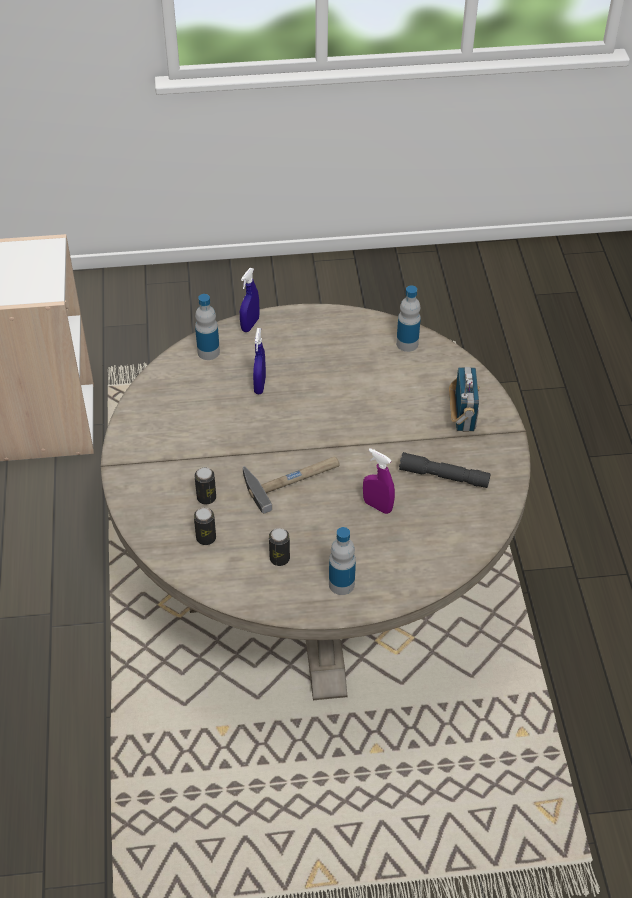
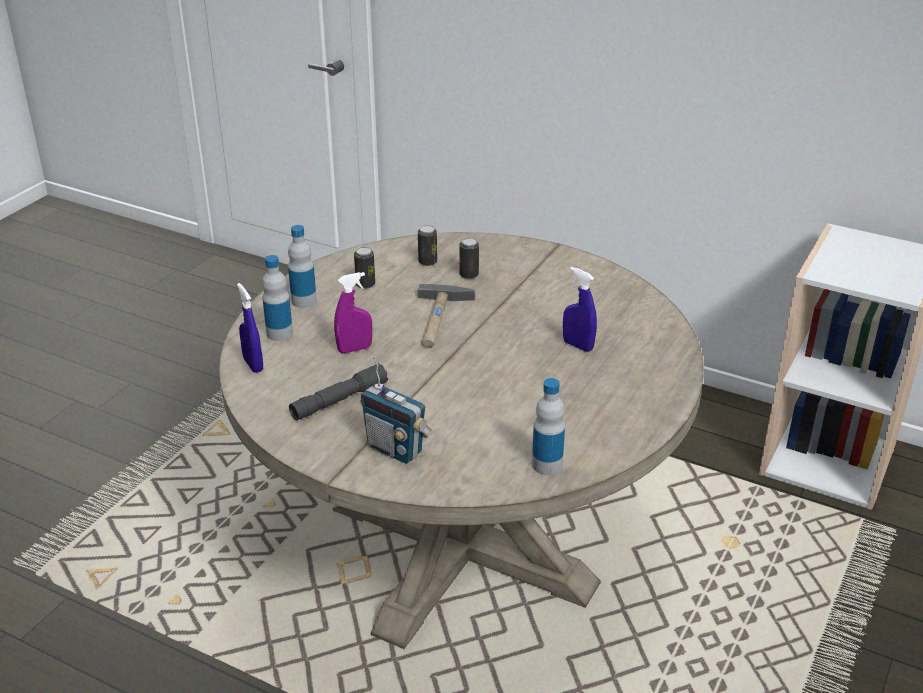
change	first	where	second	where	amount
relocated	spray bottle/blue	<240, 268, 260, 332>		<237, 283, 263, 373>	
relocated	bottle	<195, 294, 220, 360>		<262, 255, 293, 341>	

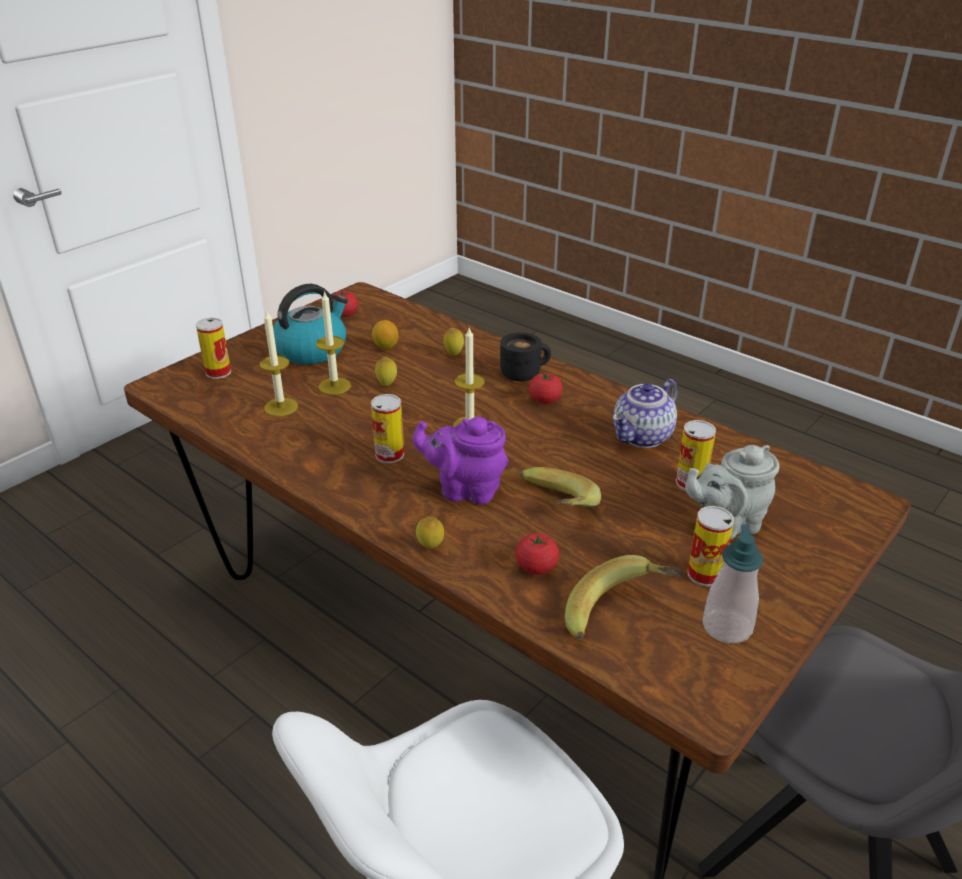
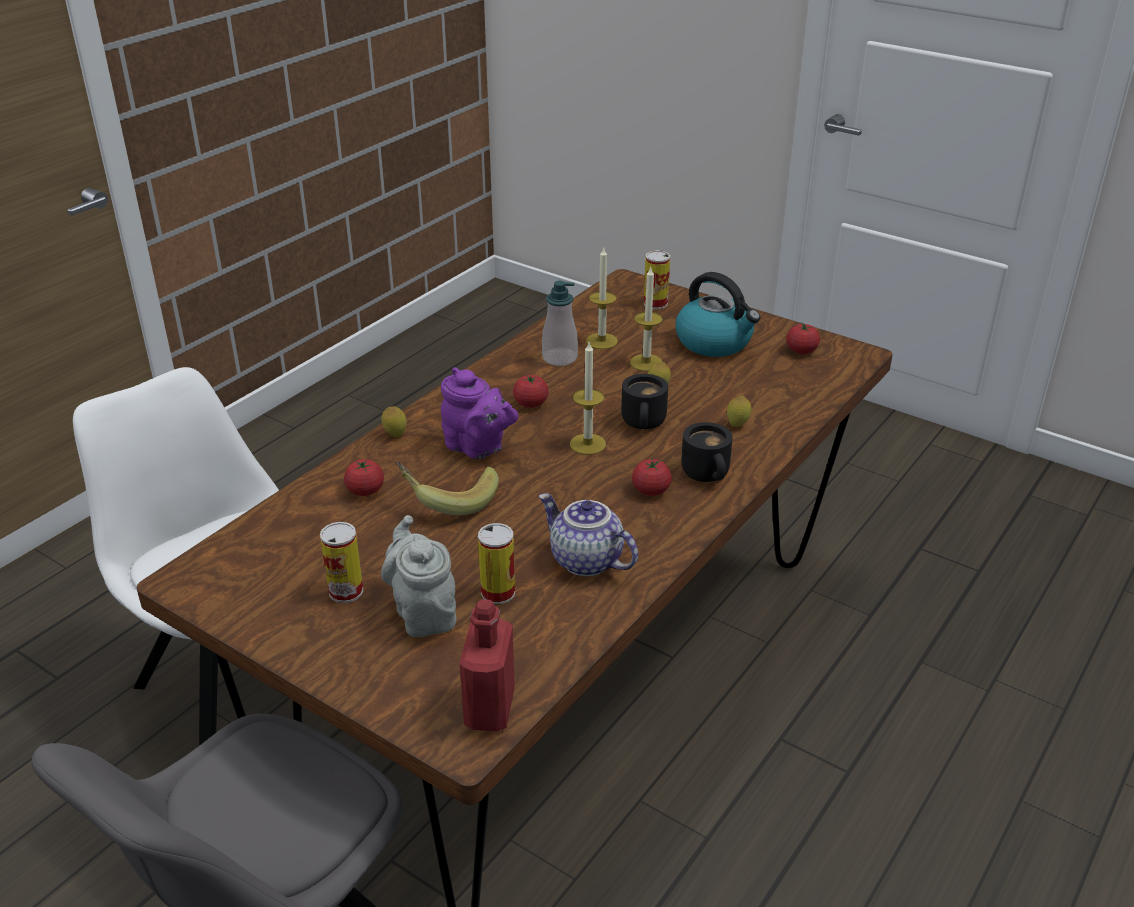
change	first	where	second	where	amount
missing	lemon	<372, 320, 398, 349>			
exchanged	can	<371, 394, 404, 464>	tomato	<513, 375, 549, 408>	
spun	teapot/purple	<412, 417, 508, 505>		<441, 367, 518, 459>	120 degrees clockwise
relocated	soap dispenser	<702, 524, 763, 643>		<542, 281, 578, 366>	
missing	banana	<565, 555, 683, 640>			
appeared			mug/black	<621, 374, 668, 429>	
appeared			bottle/red	<460, 599, 515, 732>	

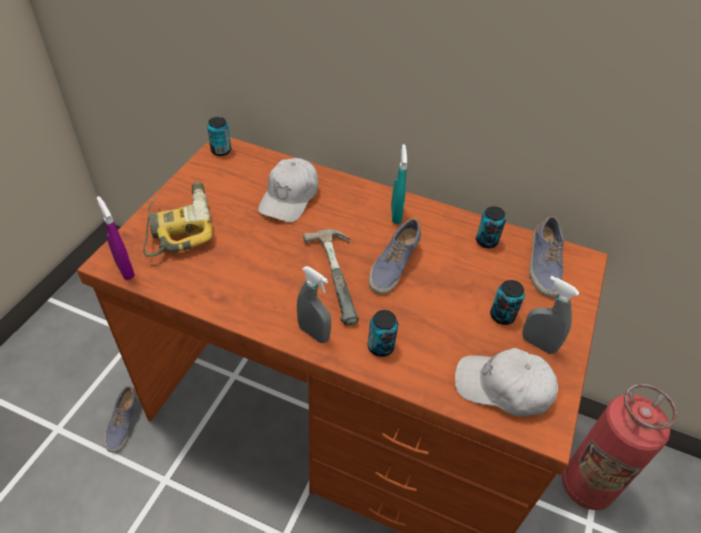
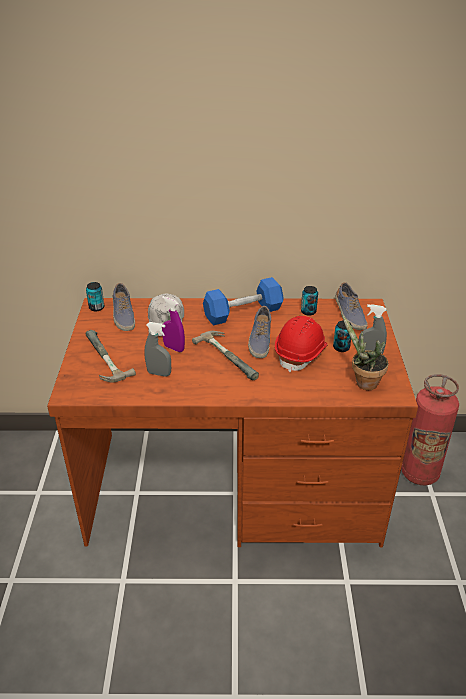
change	first	where	second	where	amount
exchanged	spray bottle/turquoise	<391, 144, 407, 224>	dumbbell/blue	<203, 277, 284, 325>	
exchanged	power drill	<143, 182, 213, 257>	hammer	<85, 330, 136, 383>	
relocated	spray bottle/purple	<97, 196, 135, 280>		<162, 296, 185, 352>	
relocated	spray bottle/grey	<297, 266, 331, 343>		<144, 322, 171, 377>	
missing	can	<368, 310, 398, 357>			
exchanged	cap/white	<455, 348, 558, 417>	potted plant	<342, 314, 388, 390>	
relocated	shoe	<105, 386, 139, 453>		<113, 283, 135, 331>	
appeared			hard hat/red	<275, 316, 327, 373>	

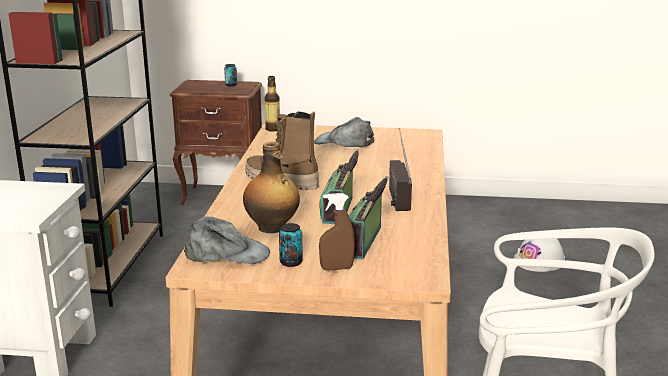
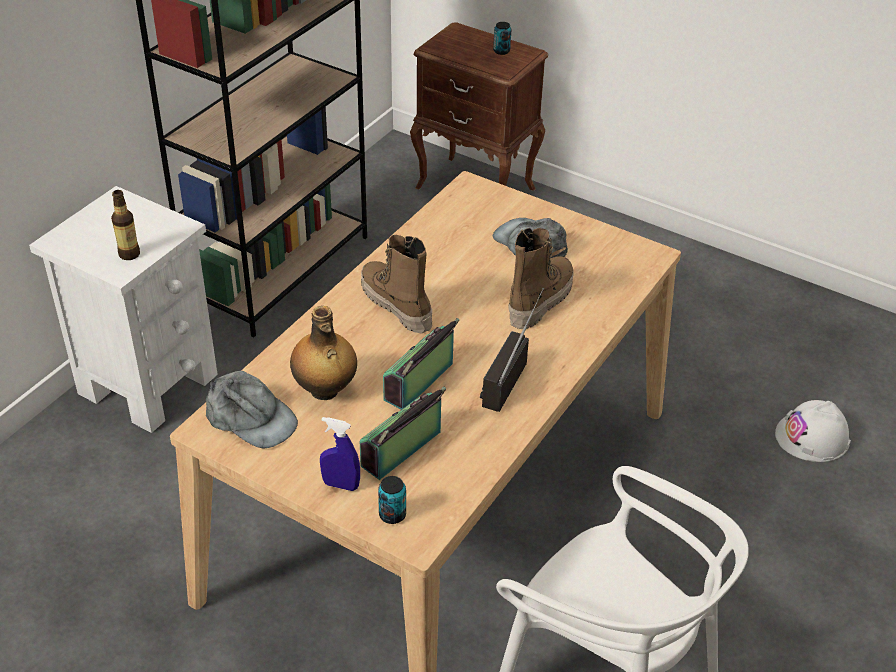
change	first	where	second	where	amount
relocated	bottle	<265, 76, 280, 132>		<111, 190, 140, 260>	
colour	spray bottle/brown	<319, 193, 355, 270>	spray bottle/blue	<320, 417, 360, 491>	
relocated	can	<279, 223, 303, 267>		<378, 476, 406, 524>	
appeared			boot	<509, 228, 573, 329>	

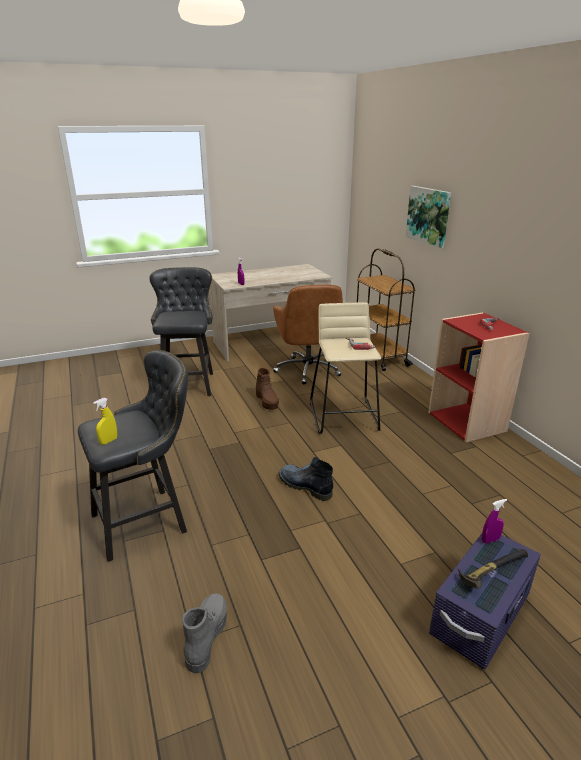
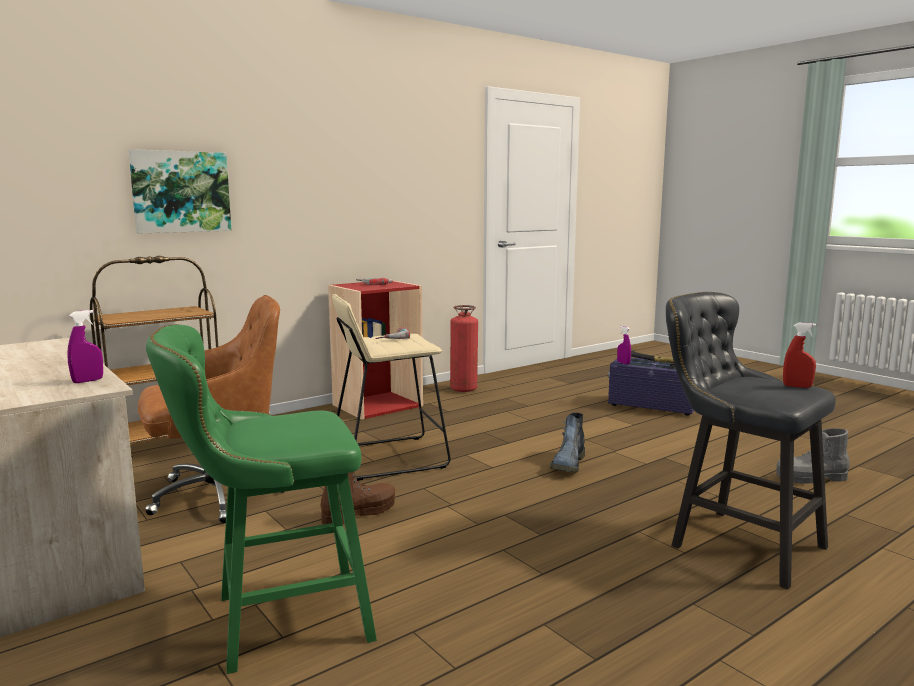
change	first	where	second	where	amount
colour	stool/grey	<149, 267, 213, 396>	stool/green	<146, 324, 377, 674>	
colour	spray bottle/yellow	<93, 398, 117, 445>	spray bottle/red	<783, 323, 816, 388>	
appeared			fire extinguisher	<450, 305, 478, 392>	

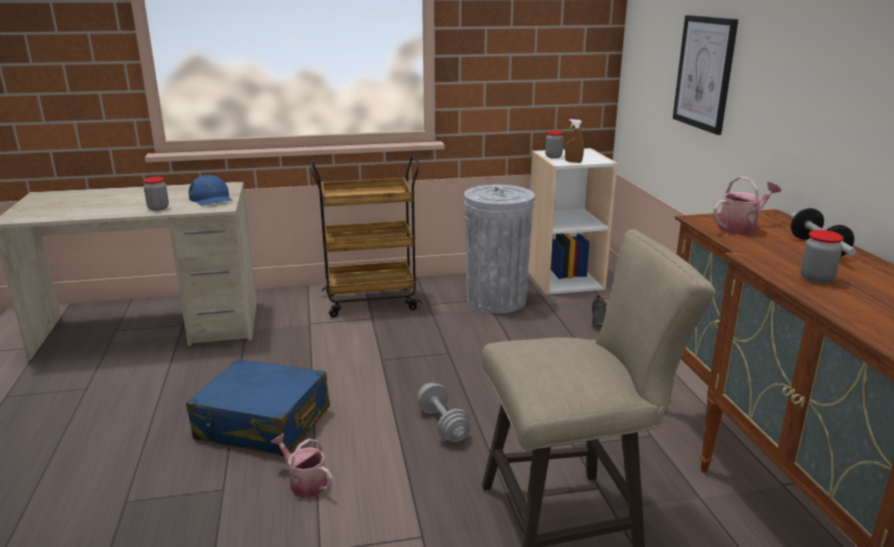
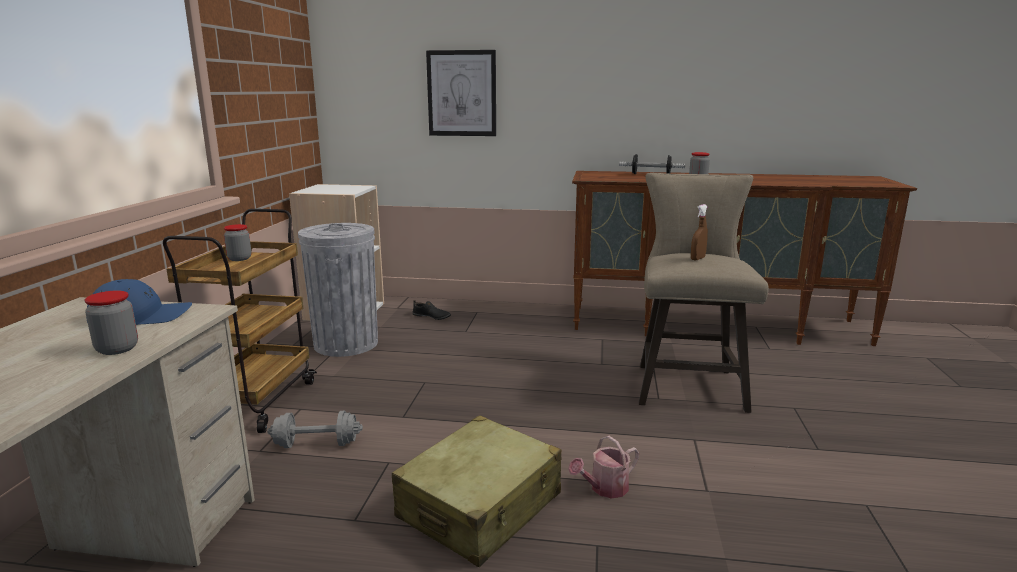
change	first	where	second	where	amount
relocated	spray bottle/brown	<565, 119, 584, 163>		<691, 204, 708, 260>	
relocated	jar	<545, 131, 564, 158>		<224, 224, 251, 261>	
missing	watering can	<713, 176, 781, 235>			
colour	suitcase/blue	<186, 359, 330, 456>	suitcase/beige	<392, 415, 561, 567>	
relocated	dumbbell/grey	<418, 383, 470, 442>		<267, 411, 363, 448>	

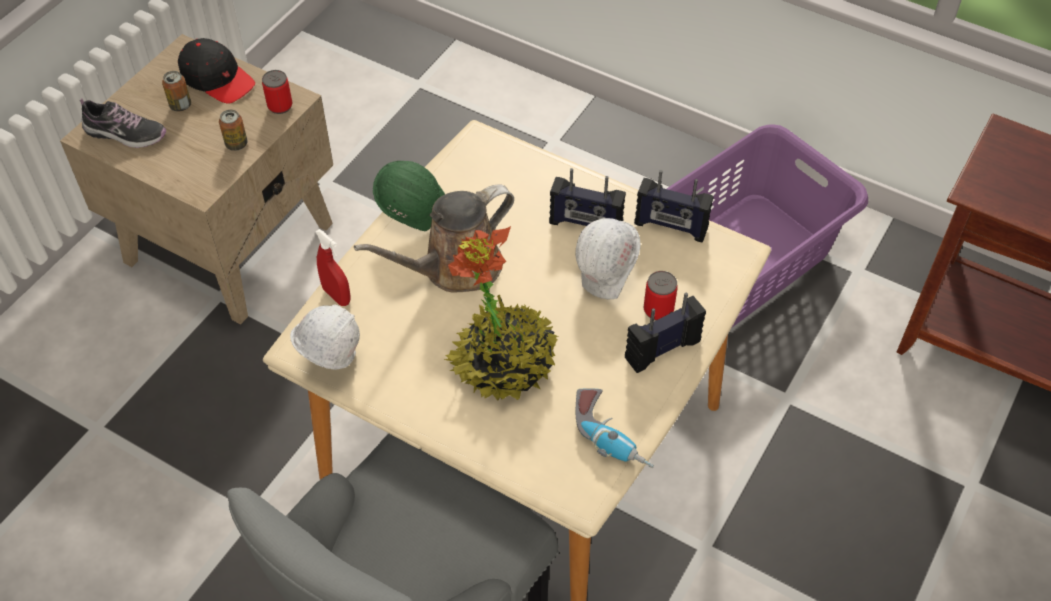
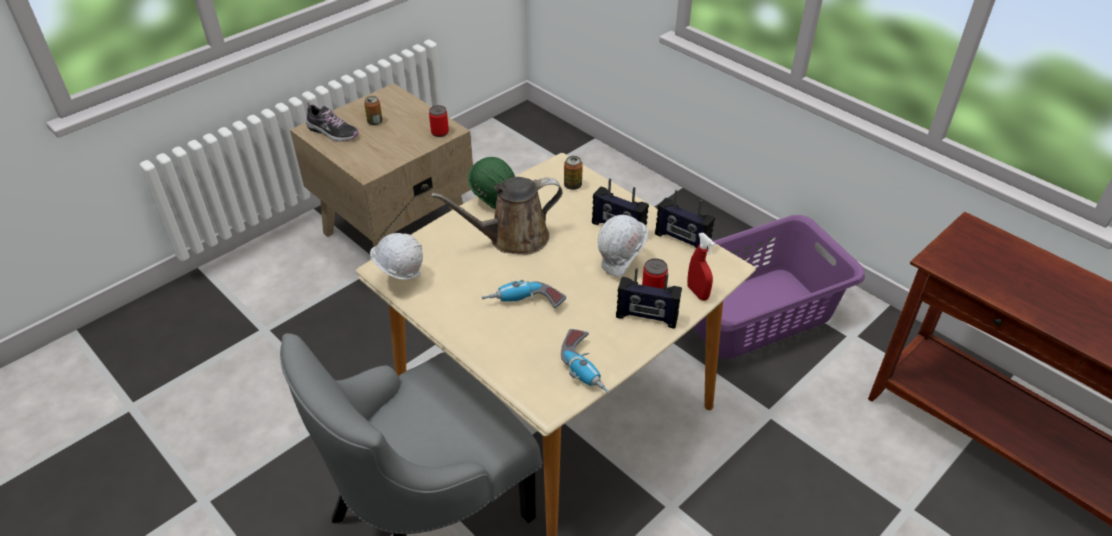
change	first	where	second	where	amount
missing	cap/black	<178, 38, 255, 104>			
relocated	can	<219, 109, 247, 151>		<564, 156, 583, 190>	
exchanged	potted plant	<444, 226, 559, 401>	power drill	<482, 280, 566, 308>	
relocated	spray bottle/red	<315, 229, 351, 306>		<687, 233, 715, 301>	
spun	radio	<625, 292, 706, 373>		<616, 268, 682, 329>	150 degrees counterclockwise

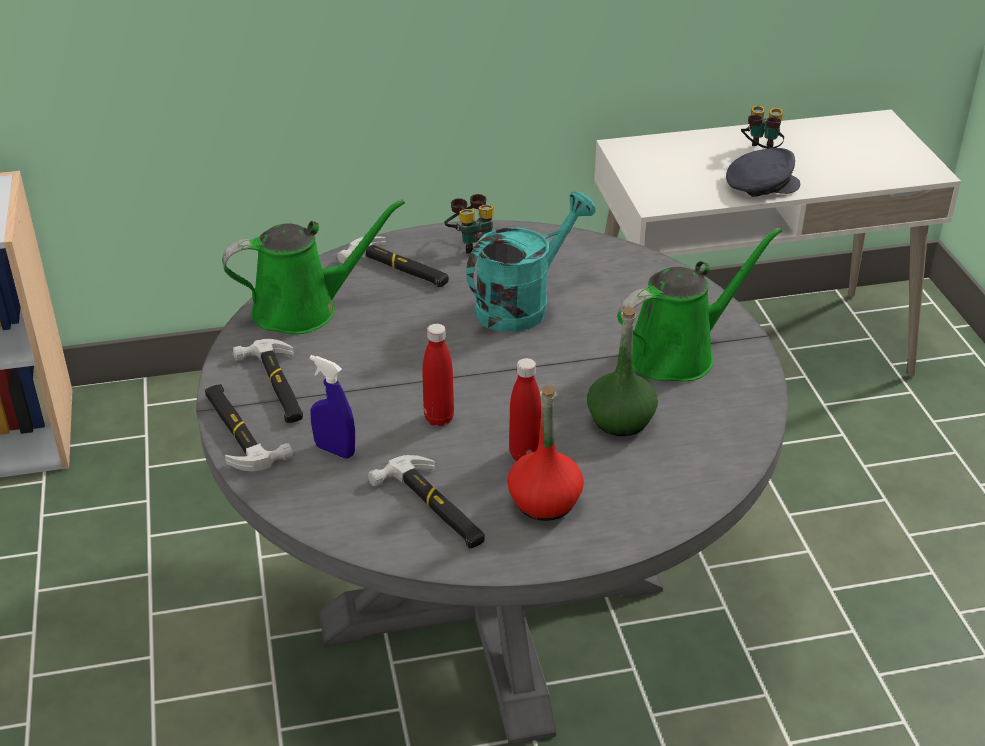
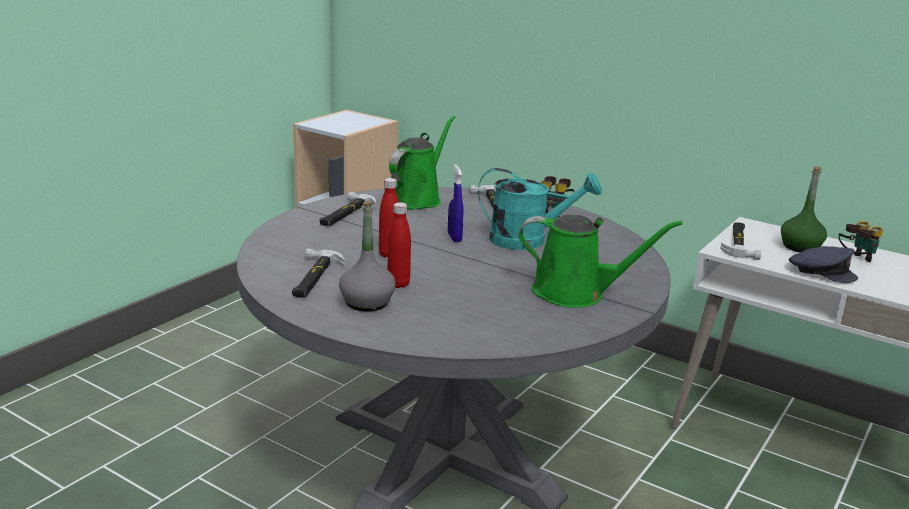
change	first	where	second	where	amount
spun	watering can/green	<222, 199, 405, 334>		<389, 116, 455, 210>	90 degrees counterclockwise
relocated	bottle/green	<587, 306, 658, 436>		<781, 166, 827, 252>	
relocated	spray bottle/blue	<310, 355, 355, 458>		<448, 165, 463, 242>	
relocated	hammer	<205, 384, 293, 471>		<720, 222, 761, 260>	
colour	bottle/red	<507, 385, 584, 521>	bottle/grey	<339, 201, 396, 312>	

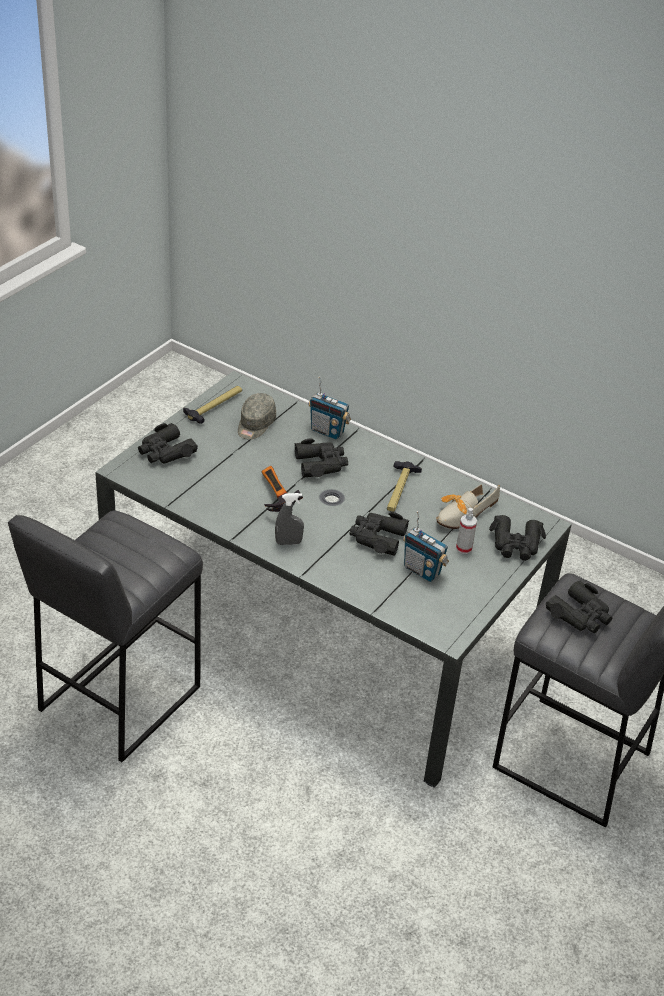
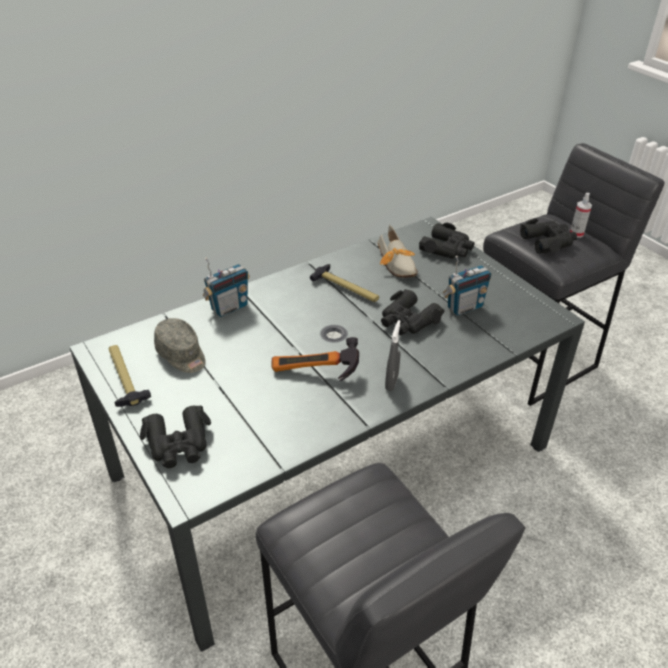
change	first	where	second	where	amount
missing	binoculars/black	<295, 438, 348, 478>			
relocated	spray bottle	<456, 508, 477, 554>		<570, 193, 592, 238>	

